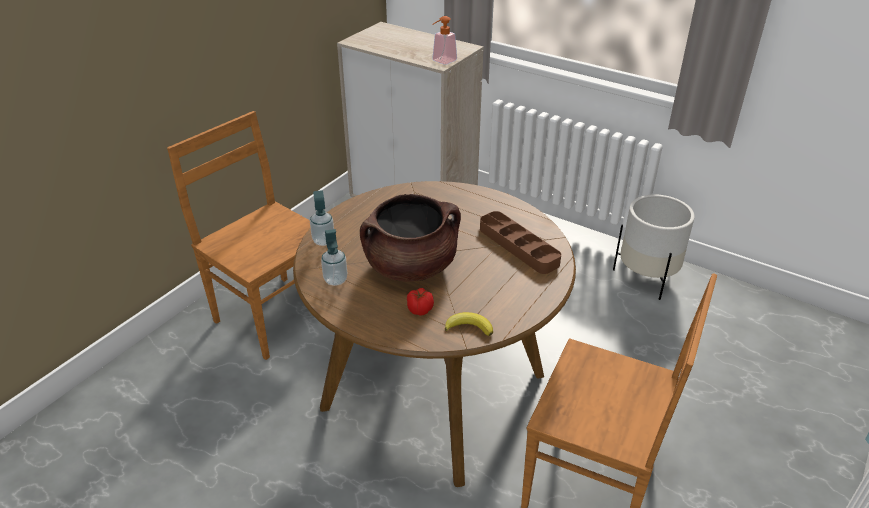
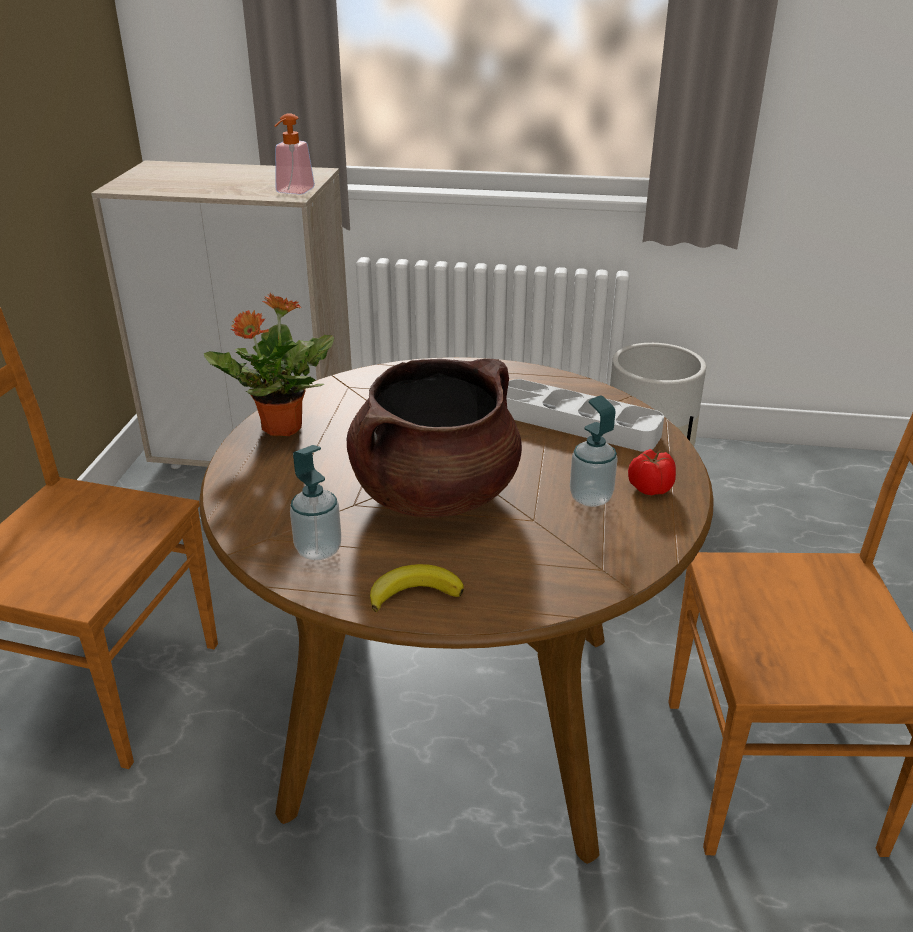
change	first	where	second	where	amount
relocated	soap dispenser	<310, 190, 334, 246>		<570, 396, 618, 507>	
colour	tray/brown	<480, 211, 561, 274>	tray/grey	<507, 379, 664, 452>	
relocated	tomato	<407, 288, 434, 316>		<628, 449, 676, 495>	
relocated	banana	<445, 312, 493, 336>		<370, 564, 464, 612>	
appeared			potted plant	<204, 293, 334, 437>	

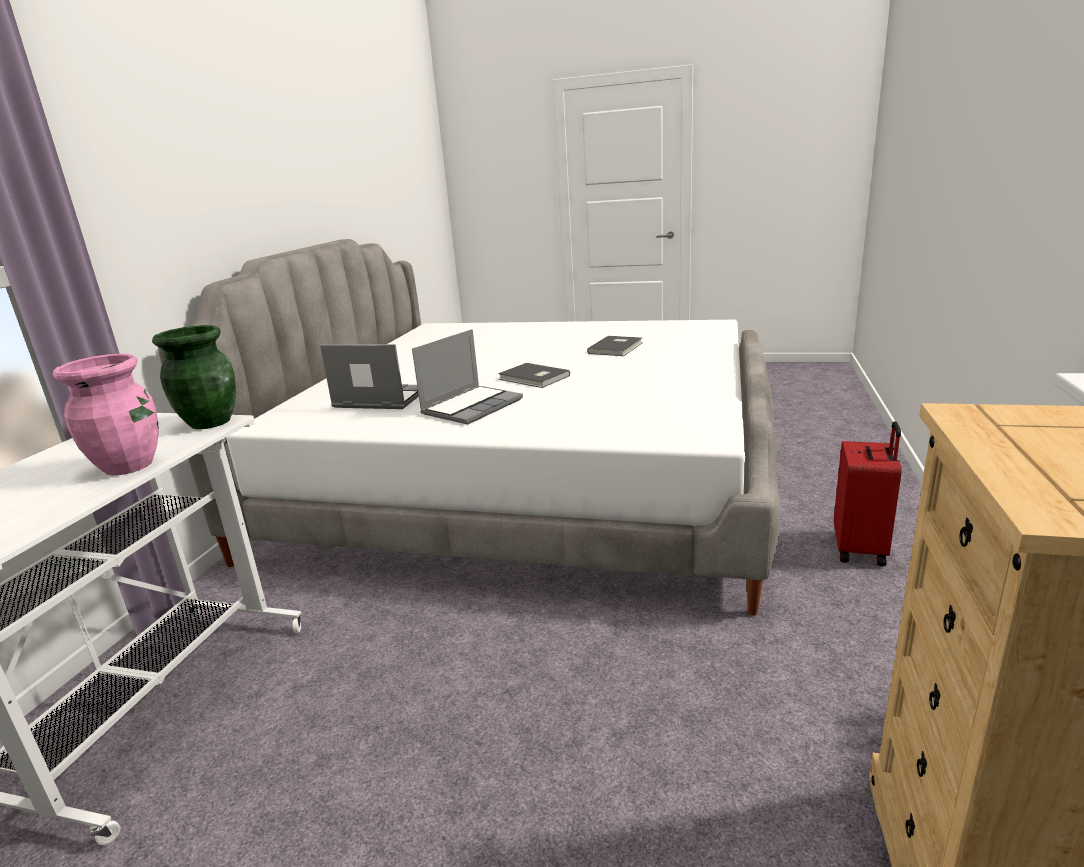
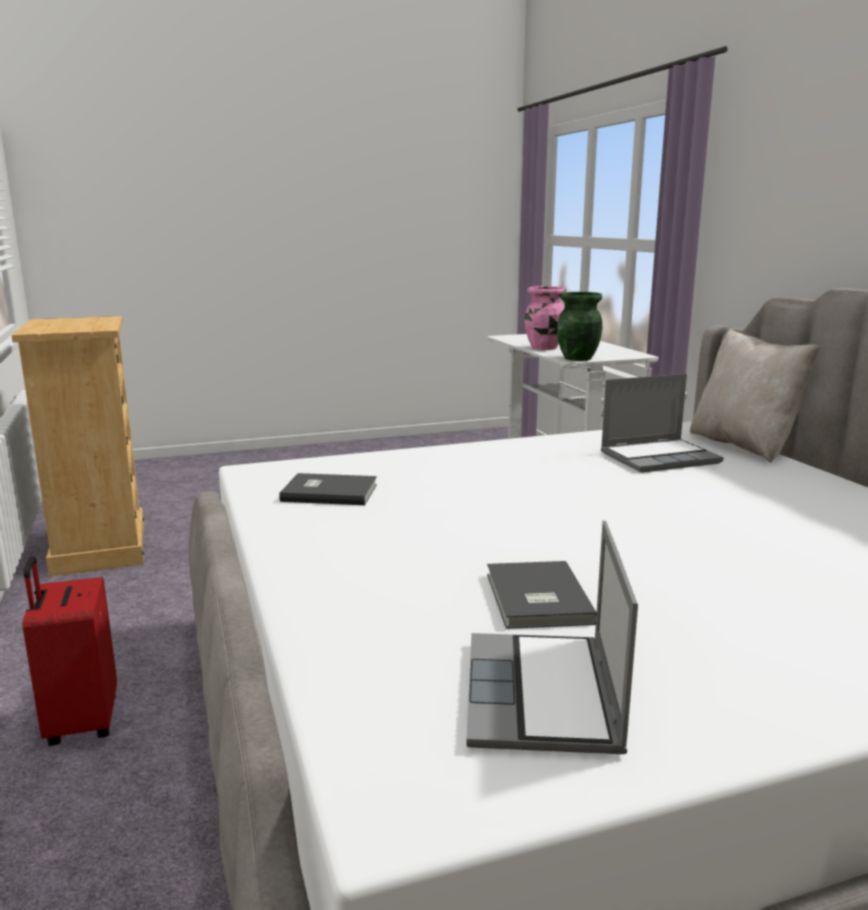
change	first	where	second	where	amount
relocated	laptop	<412, 329, 523, 424>		<466, 520, 638, 754>	
relocated	book/grey	<498, 363, 570, 388>		<279, 473, 377, 505>	
appeared			pillow/beige	<690, 329, 820, 463>	

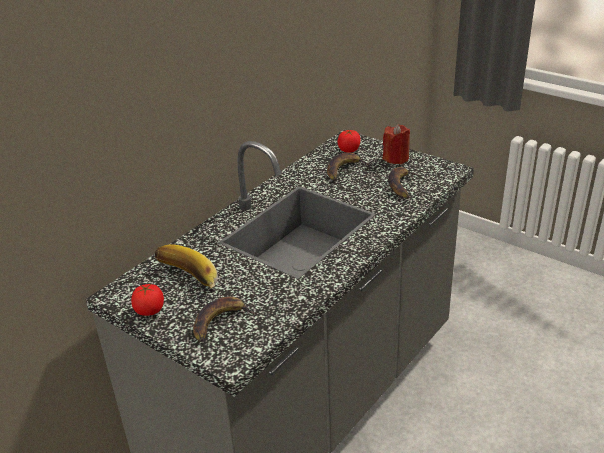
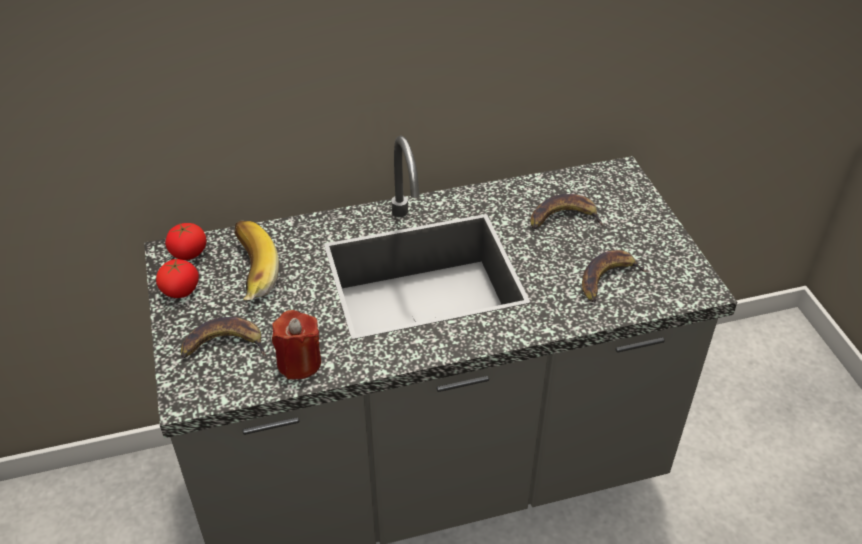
change	first	where	second	where	amount
relocated	candle/red	<383, 124, 410, 164>		<272, 310, 321, 379>	
relocated	tomato	<338, 130, 361, 153>		<165, 223, 206, 260>	

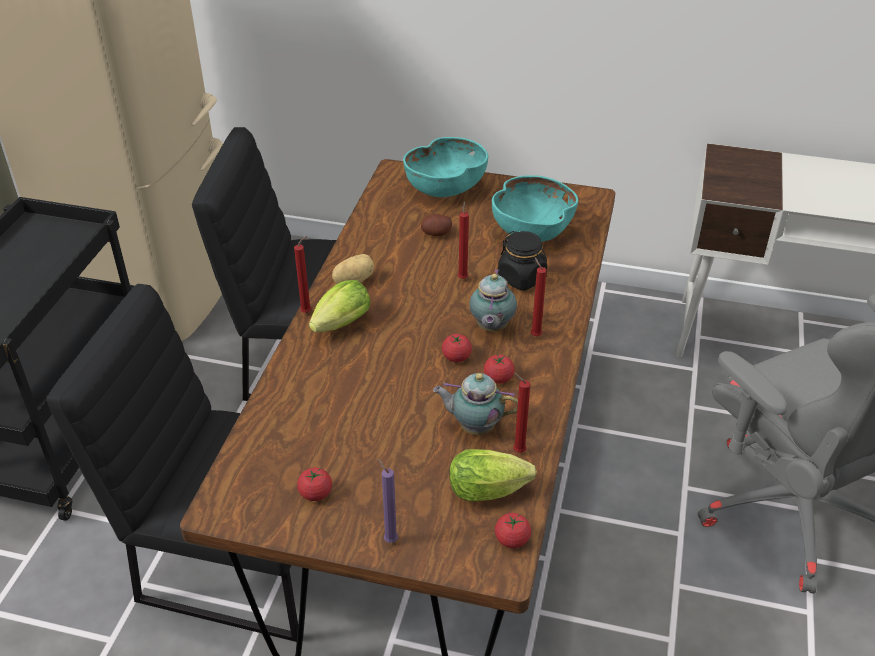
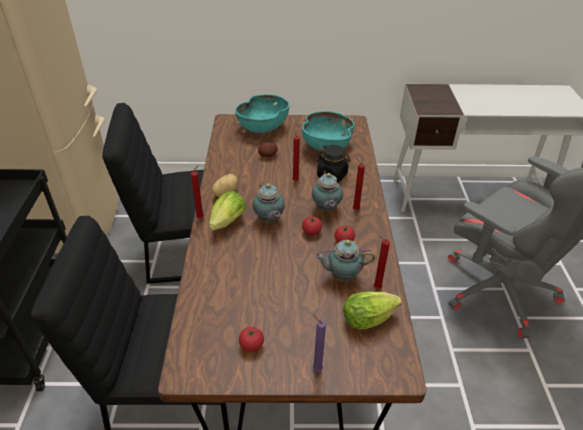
change	first	where	second	where	amount
missing	tomato	<495, 513, 531, 548>			
appeared			teapot	<253, 181, 285, 223>	

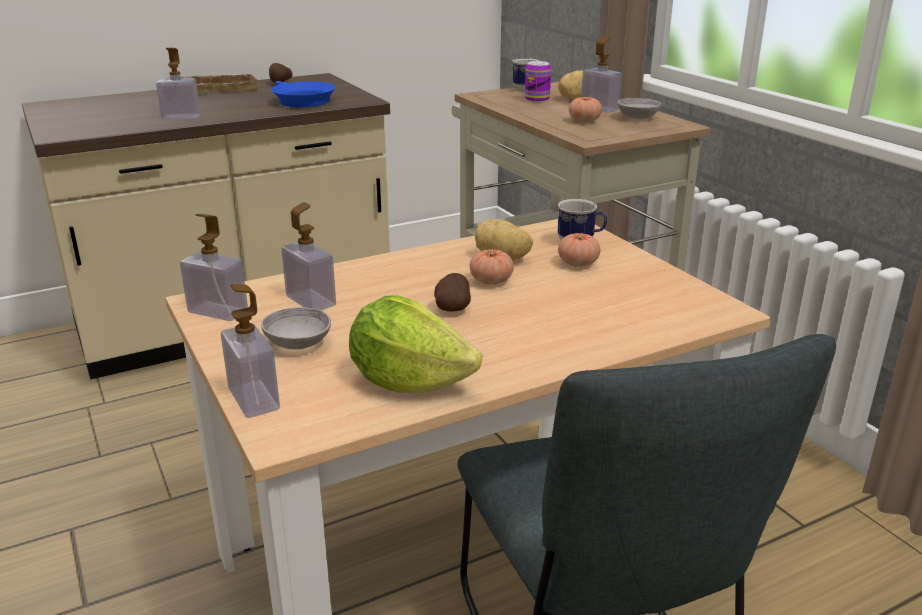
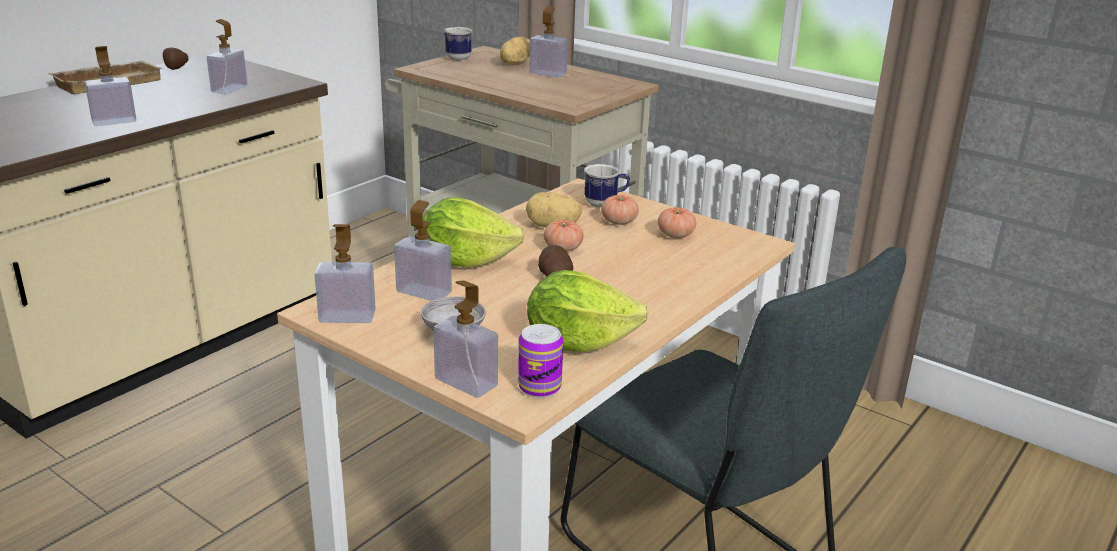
change	first	where	second	where	amount
relocated	can	<525, 61, 551, 102>		<518, 324, 563, 398>	
exchanged	frying pan/blue	<271, 81, 336, 108>	soap dispenser	<207, 19, 247, 94>	
relocated	tomato	<569, 97, 602, 122>		<658, 207, 696, 238>	
missing	bowl/grey	<617, 98, 661, 119>			
appeared			lettuce	<423, 197, 525, 268>	

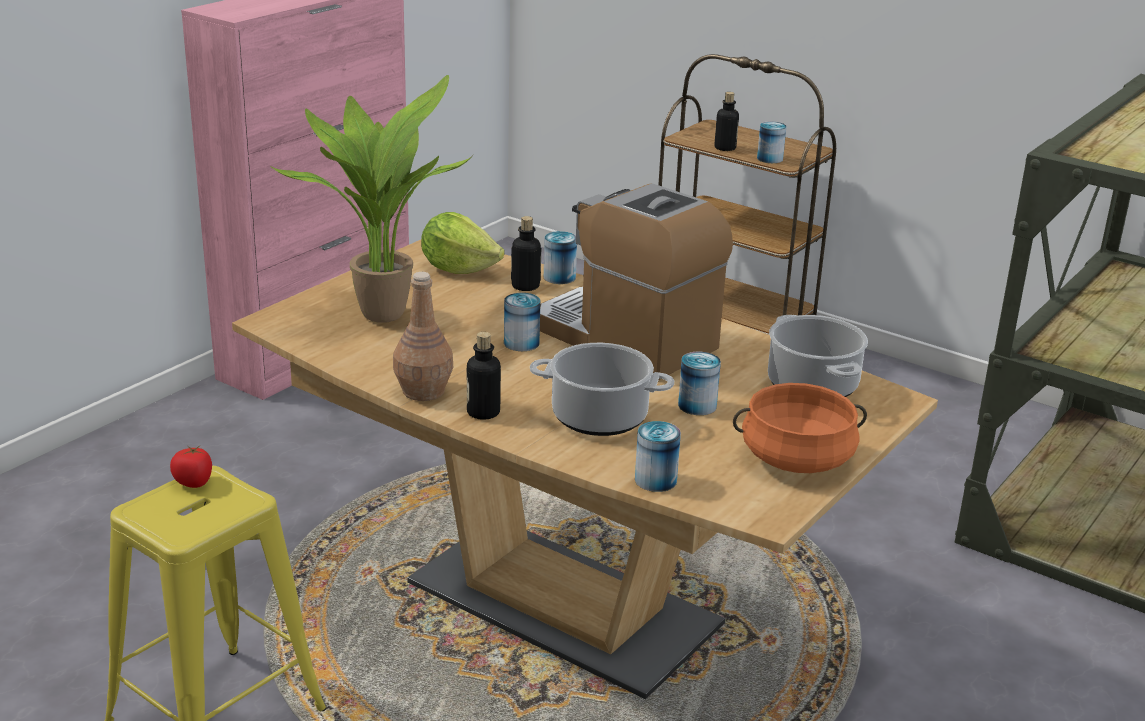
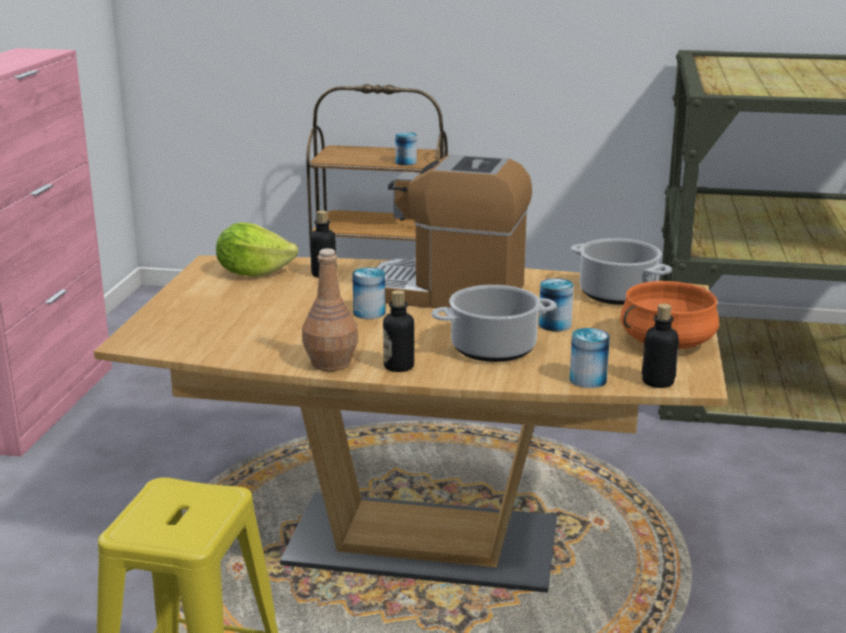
change	first	where	second	where	amount
missing	potted plant	<272, 75, 471, 323>			
relocated	bottle	<714, 92, 739, 151>		<642, 304, 679, 388>	
missing	can	<544, 231, 577, 284>			
missing	tomato	<170, 445, 212, 488>			

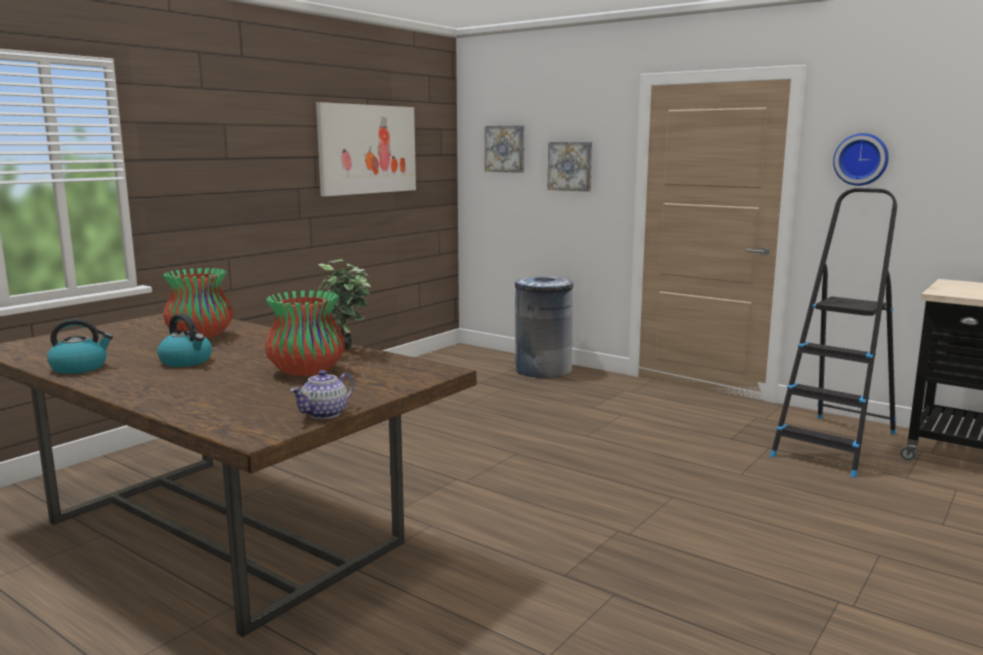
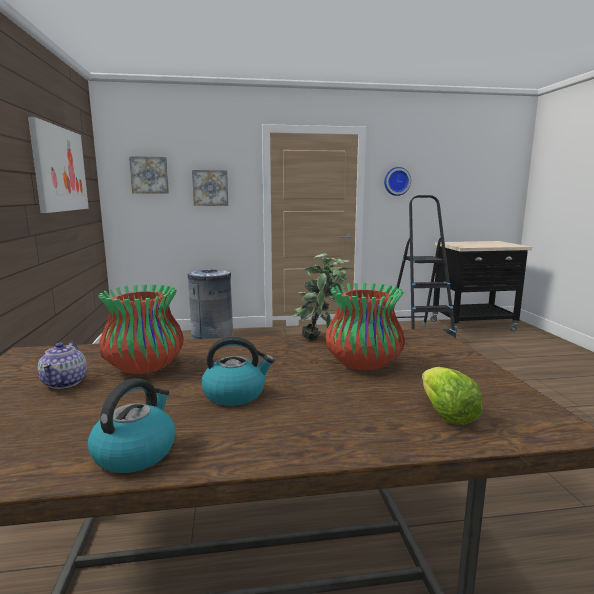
change	first	where	second	where	amount
relocated	teapot	<290, 370, 354, 419>		<38, 342, 87, 389>	
appeared			lettuce	<422, 367, 483, 425>	

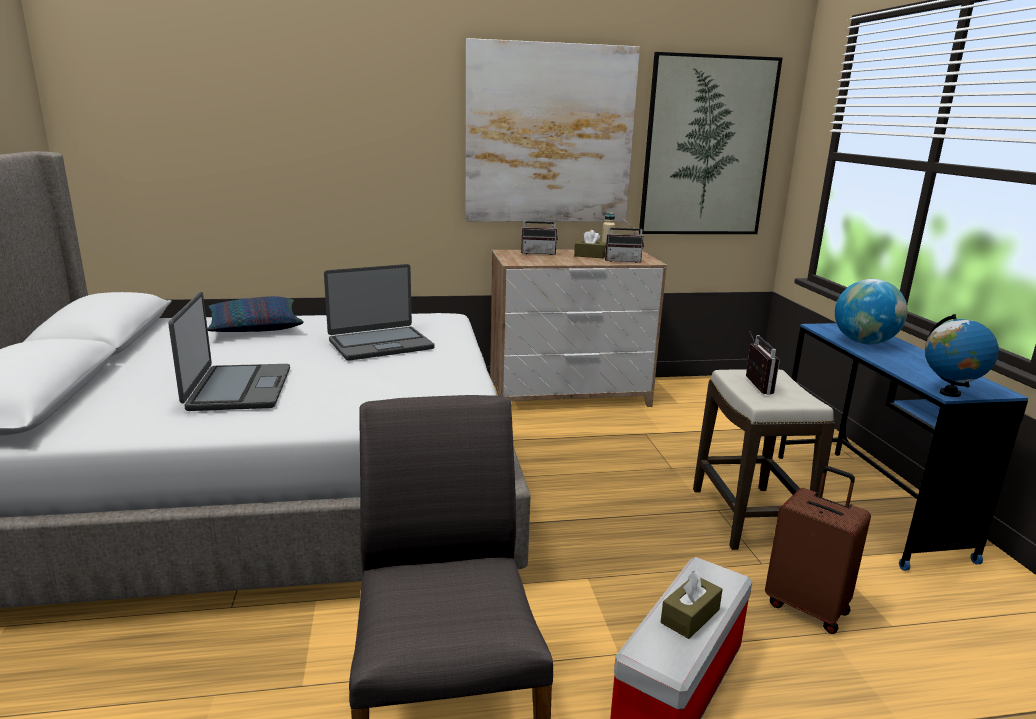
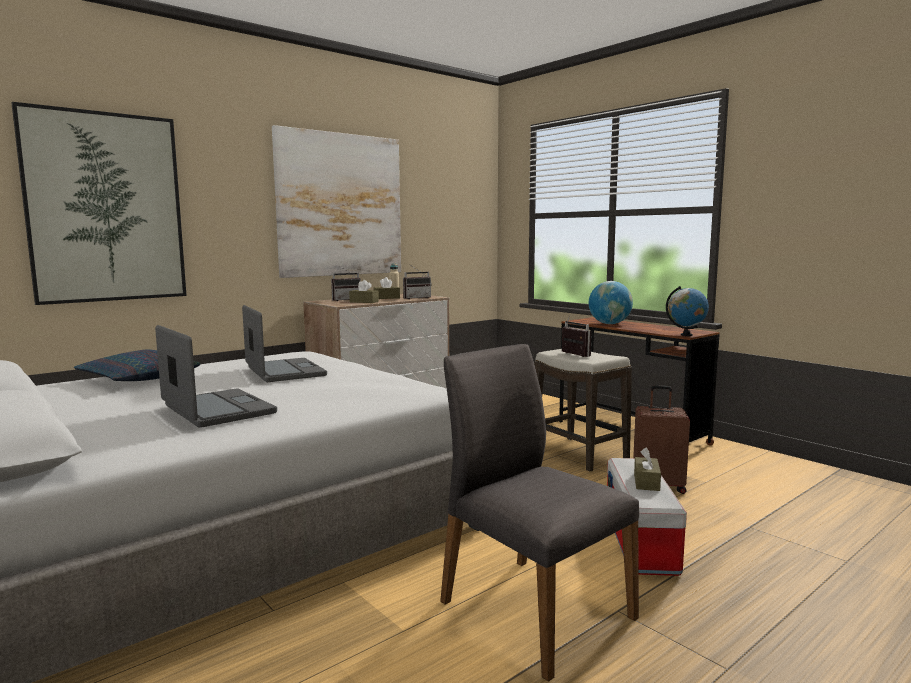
change	first	where	second	where	amount
relocated	picture	<639, 52, 782, 234>		<12, 102, 187, 305>	
spun	laptop	<324, 264, 434, 361>		<242, 305, 327, 382>	60 degrees counterclockwise
colour	desk/blue	<778, 323, 1028, 571>	desk/brown	<559, 317, 720, 446>	
appeared			tissue box/brown	<349, 280, 379, 303>	

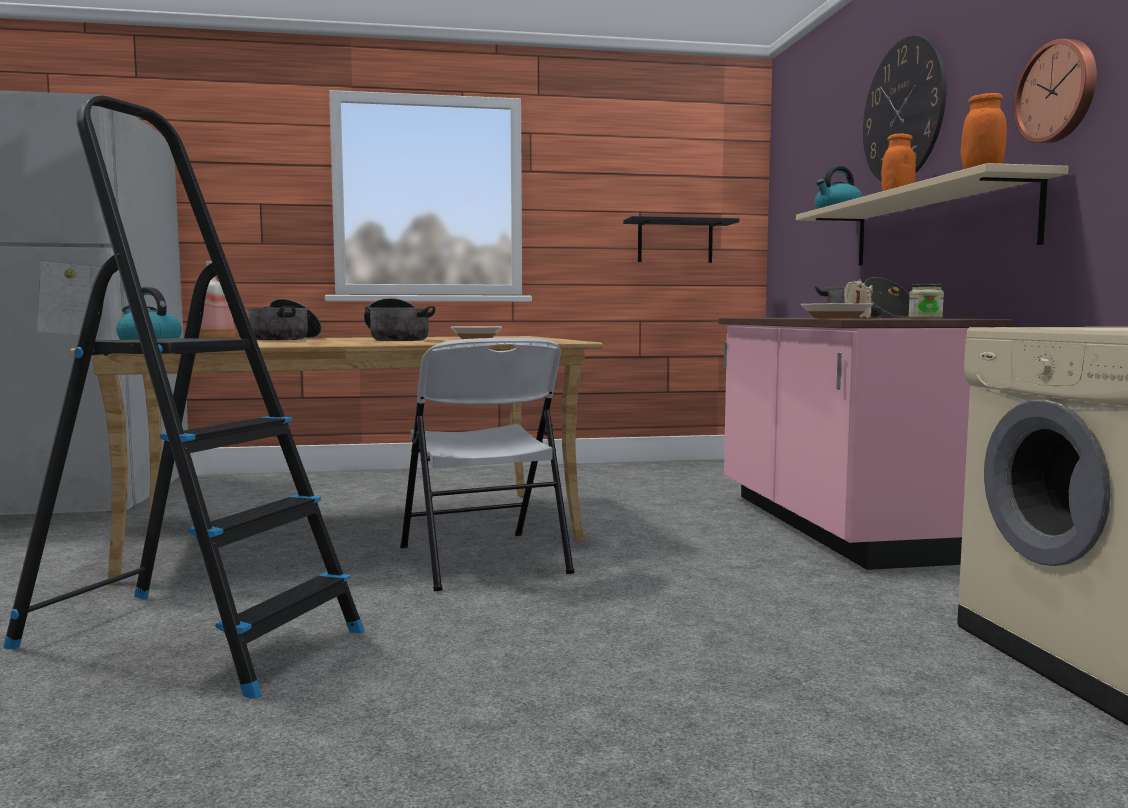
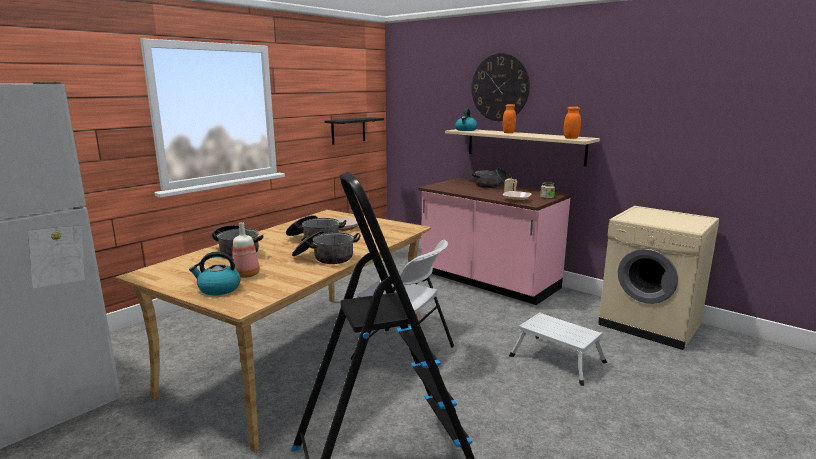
change	first	where	second	where	amount
missing	wall clock	<1013, 39, 1097, 143>			
appeared			cooking pot	<292, 231, 360, 264>	
appeared			step ladder/white	<509, 313, 607, 386>	

